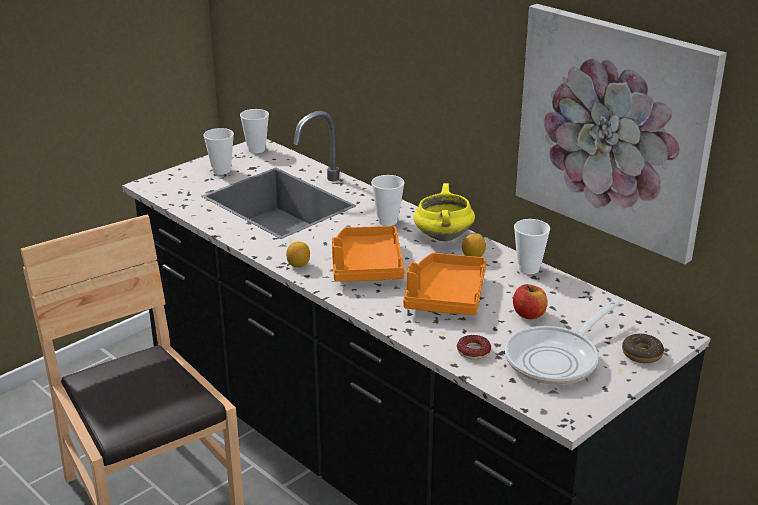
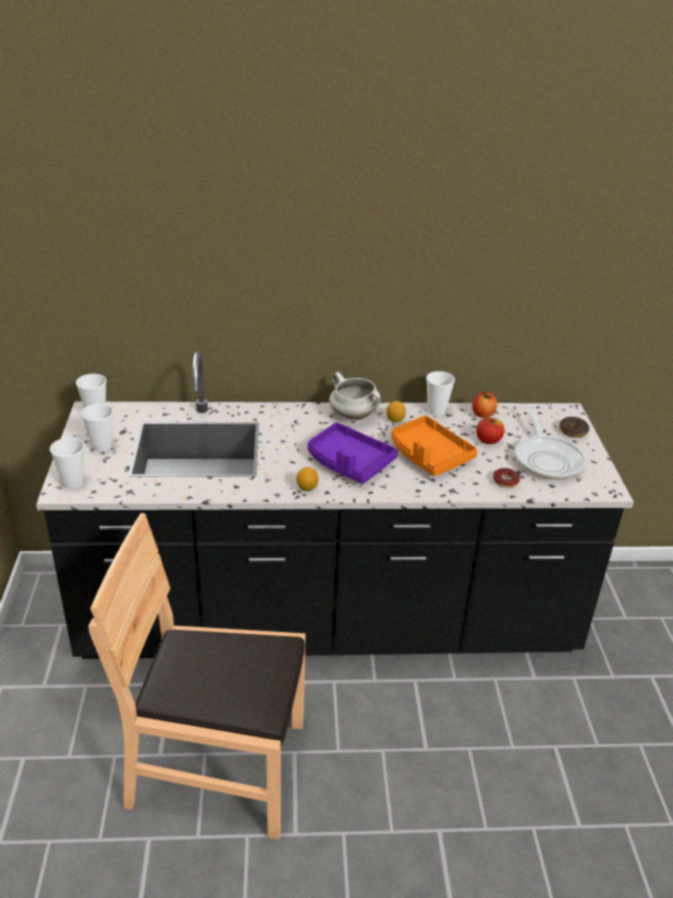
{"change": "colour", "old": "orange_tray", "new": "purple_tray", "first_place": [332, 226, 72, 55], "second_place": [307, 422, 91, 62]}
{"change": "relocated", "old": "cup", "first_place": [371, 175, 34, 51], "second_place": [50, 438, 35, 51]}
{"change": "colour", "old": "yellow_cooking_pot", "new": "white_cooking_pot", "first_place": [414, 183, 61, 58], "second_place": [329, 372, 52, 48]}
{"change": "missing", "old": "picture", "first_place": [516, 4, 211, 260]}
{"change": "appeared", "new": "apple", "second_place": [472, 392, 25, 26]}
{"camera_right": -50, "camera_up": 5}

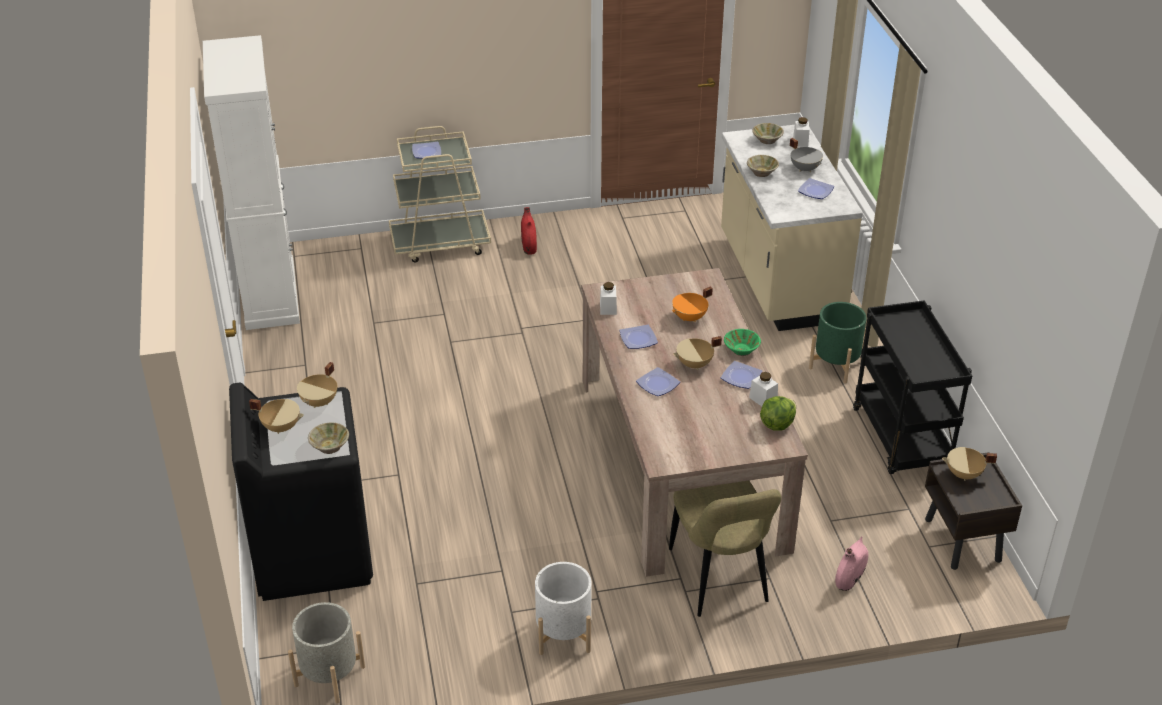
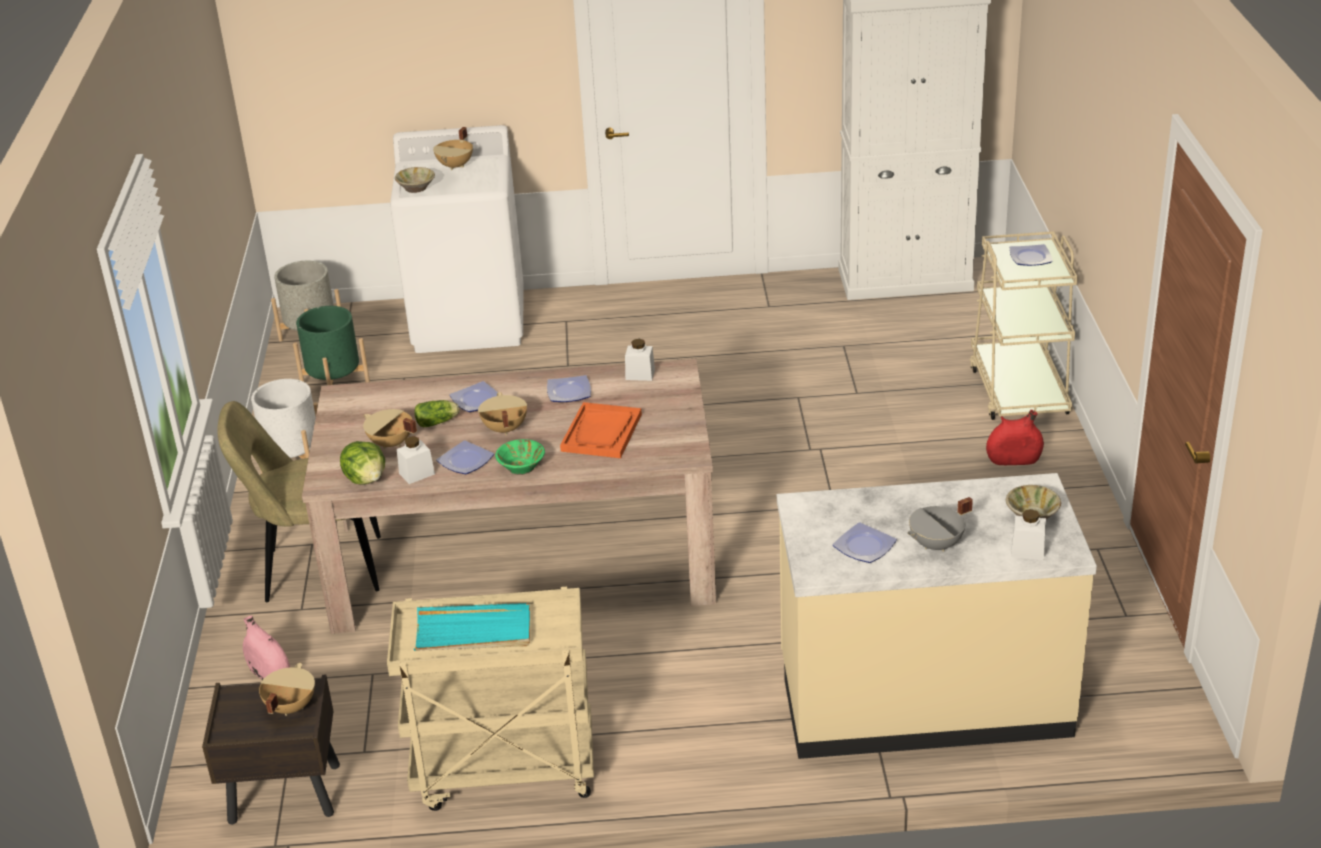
{"change": "colour", "old": "black_washing_machine", "new": "white_washing_machine", "first_place": [229, 383, 144, 218], "second_place": [390, 125, 133, 228]}
{"change": "relocated", "old": "beige_cooking_pot", "first_place": [297, 362, 40, 46], "second_place": [363, 409, 54, 40]}
{"change": "exchanged", "old": "orange_cooking_pot", "new": "orange_tray", "first_place": [672, 286, 41, 36], "second_place": [560, 402, 82, 56]}
{"change": "missing", "old": "beige_bowl", "first_place": [747, 155, 32, 22]}
{"change": "relocated", "old": "green_planter", "first_place": [809, 302, 58, 81], "second_place": [293, 306, 77, 79]}
{"change": "colour", "old": "black_cart", "new": "beige_cart", "first_place": [853, 301, 119, 173], "second_place": [387, 587, 207, 224]}
{"change": "appeared", "new": "lettuce", "second_place": [414, 400, 45, 27]}
{"change": "appeared", "new": "turquoise_tray", "second_place": [414, 603, 116, 48]}
{"camera_right": 100, "camera_up": -5}

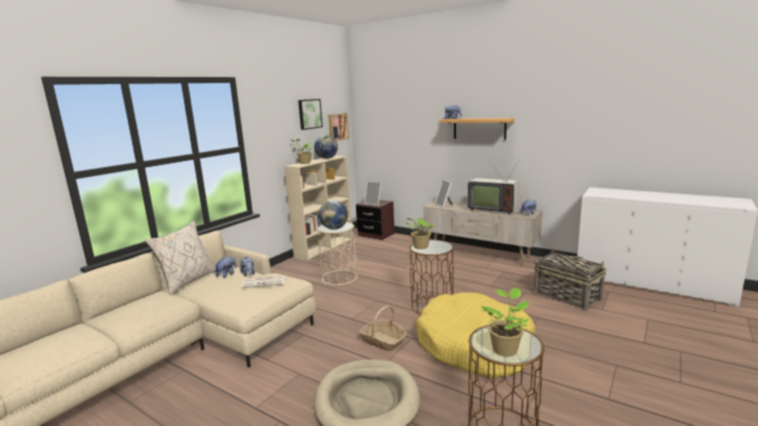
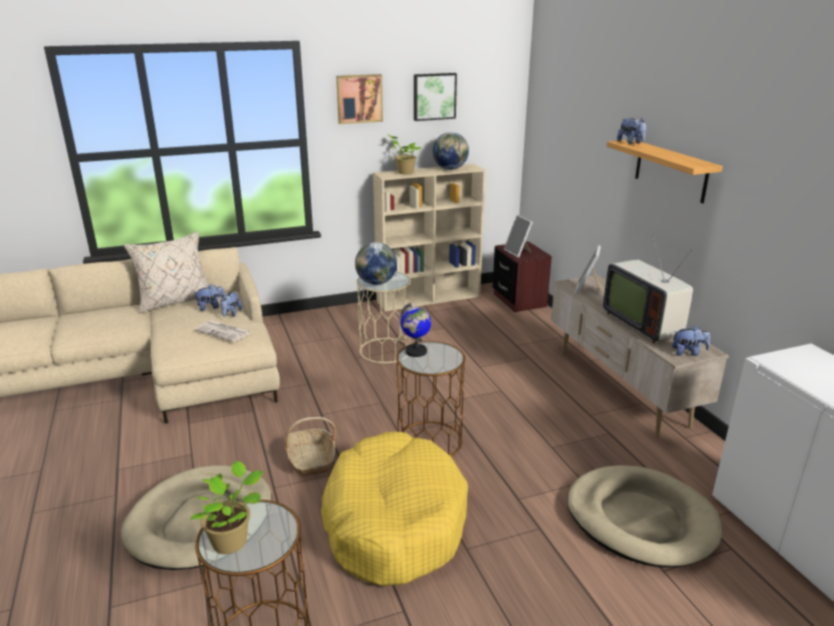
{"change": "relocated", "old": "picture", "first_place": [328, 113, 21, 28], "second_place": [336, 74, 47, 50]}
{"change": "exchanged", "old": "potted_plant", "new": "globe", "first_place": [404, 218, 31, 31], "second_place": [400, 303, 31, 54]}
{"change": "exchanged", "old": "basket", "new": "beige_dog_bed", "first_place": [534, 248, 73, 63], "second_place": [567, 465, 155, 102]}
{"camera_right": 35, "camera_up": 10}

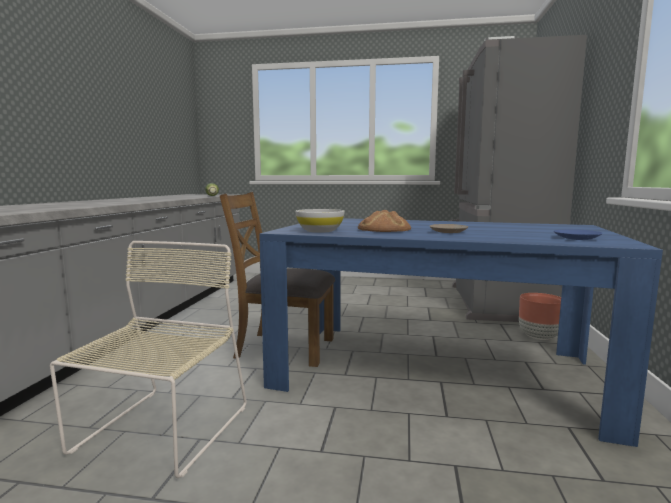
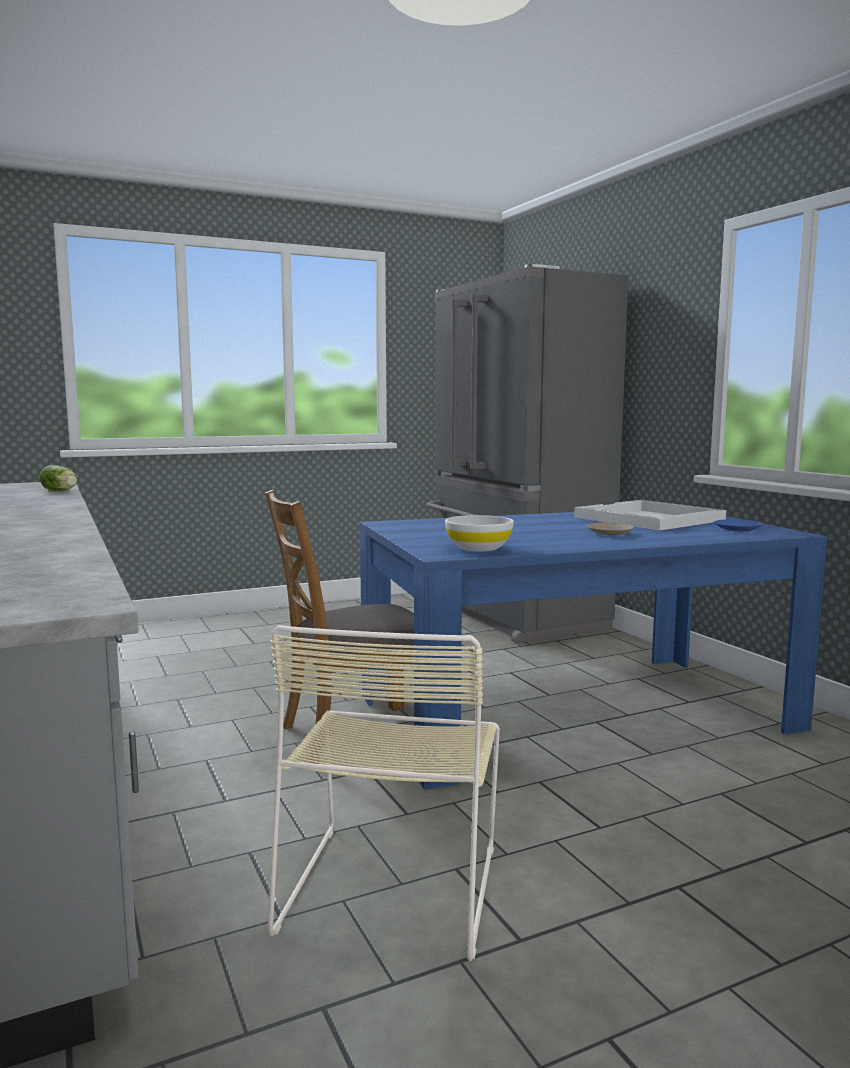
{"change": "spun", "old": "beige_chair", "first_place": [50, 241, 197, 237], "second_place": [268, 625, 232, 336], "degrees": -150}
{"change": "missing", "old": "bread", "first_place": [358, 210, 53, 22]}
{"change": "missing", "old": "brown_planter", "first_place": [519, 293, 42, 47]}
{"change": "appeared", "new": "white_tray", "second_place": [574, 500, 152, 31]}
{"camera_right": -35, "camera_up": 0}

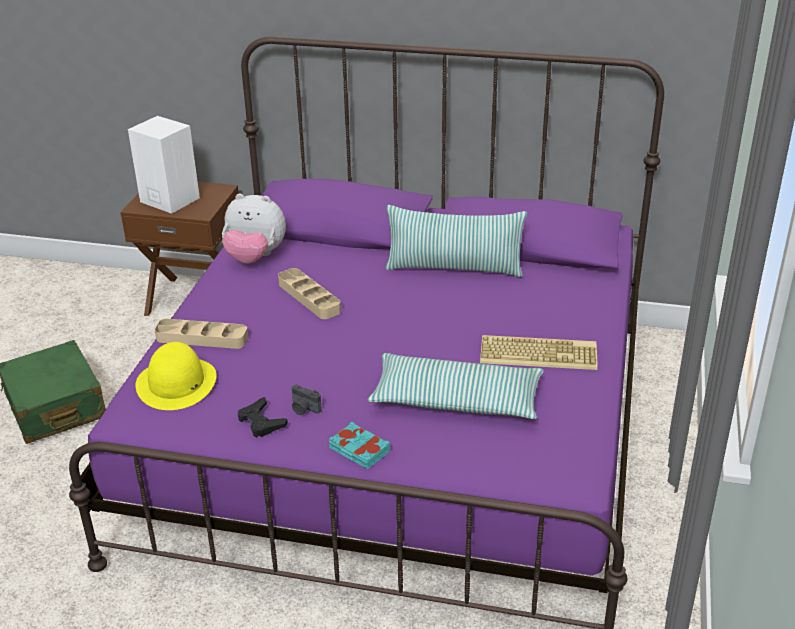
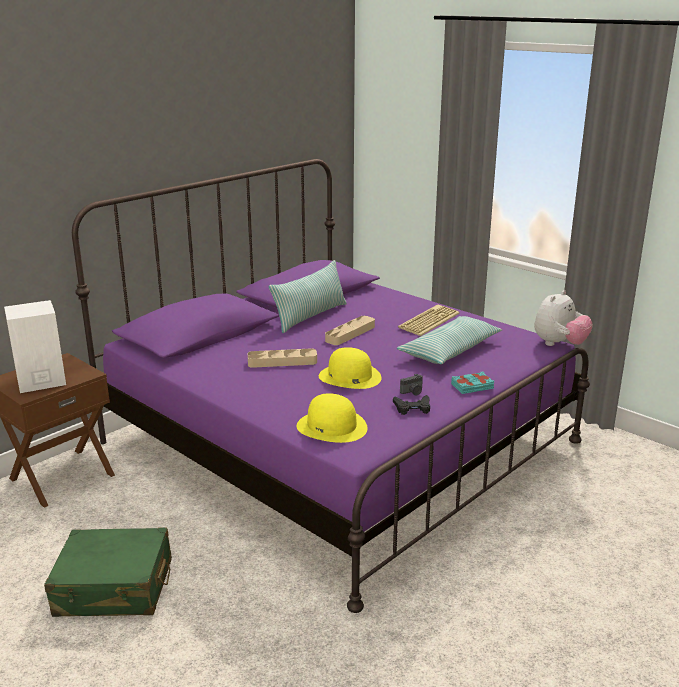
{"change": "relocated", "old": "beige_tray", "first_place": [155, 319, 93, 30], "second_place": [325, 316, 50, 29]}
{"change": "relocated", "old": "plush_toy", "first_place": [222, 194, 64, 70], "second_place": [534, 290, 59, 56]}
{"change": "appeared", "new": "yellow_hat", "second_place": [319, 347, 63, 42]}
{"camera_right": -60, "camera_up": -10}

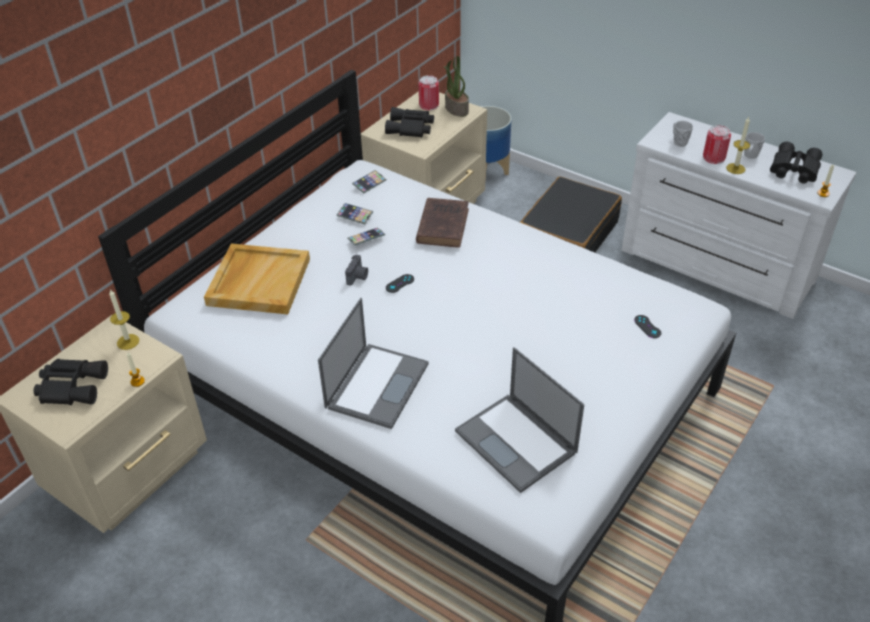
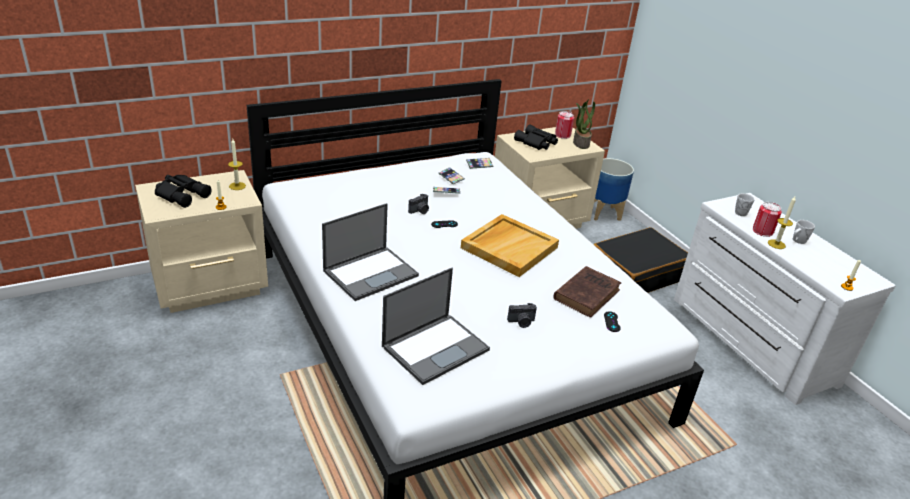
{"change": "relocated", "old": "beige_tray", "first_place": [204, 244, 106, 70], "second_place": [461, 214, 98, 63]}
{"change": "relocated", "old": "brown_book", "first_place": [416, 198, 53, 50], "second_place": [553, 266, 68, 52]}
{"change": "spun", "old": "laptop", "first_place": [455, 347, 129, 146], "second_place": [382, 268, 108, 117], "degrees": -120}
{"change": "missing", "old": "black_binoculars", "first_place": [770, 142, 53, 42]}
{"change": "appeared", "new": "photo_camera", "second_place": [507, 303, 30, 25]}
{"camera_right": 25, "camera_up": -10}

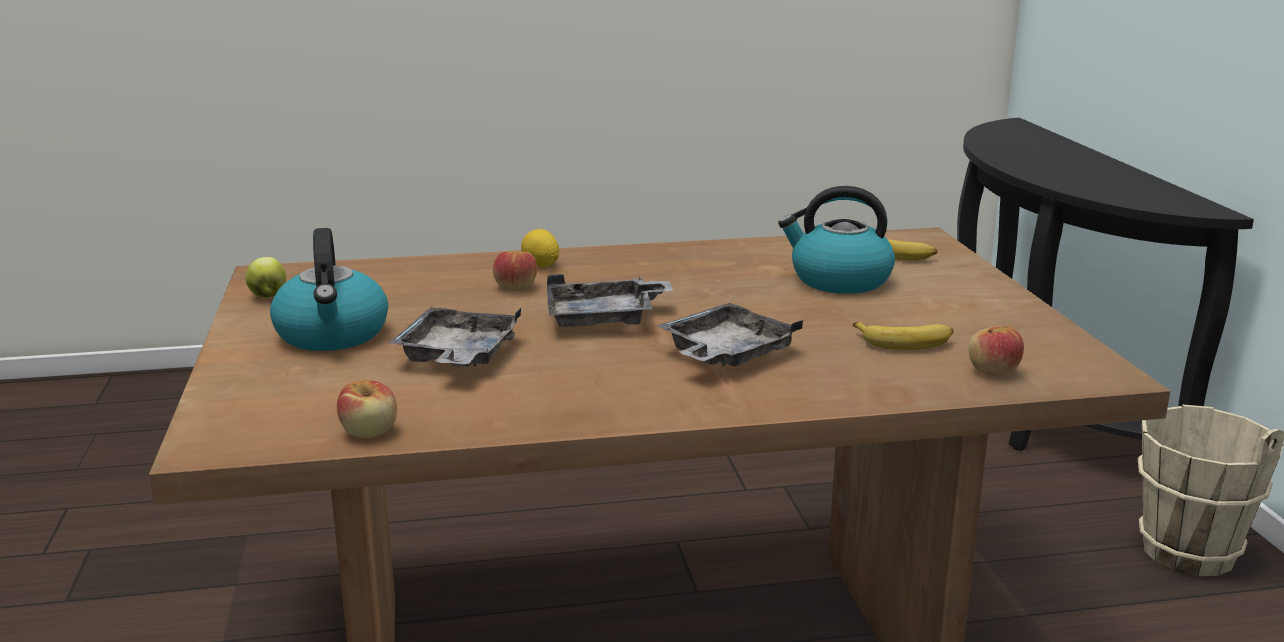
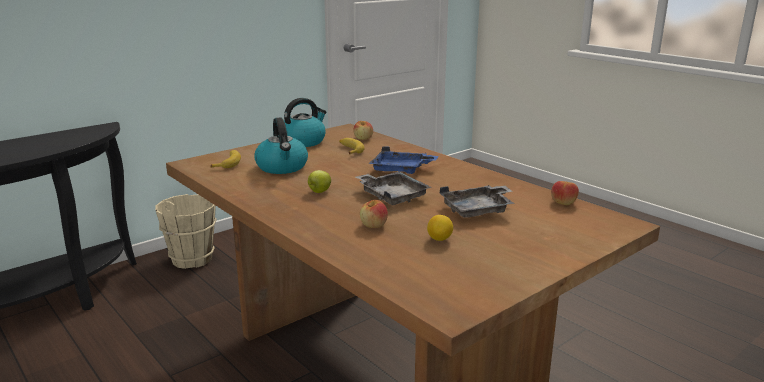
{"change": "relocated", "old": "apple", "first_place": [245, 257, 41, 41], "second_place": [308, 170, 23, 23]}
{"change": "relocated", "old": "kettle", "first_place": [270, 228, 118, 123], "second_place": [284, 98, 42, 49]}
{"change": "relocated", "old": "lemon", "first_place": [521, 229, 38, 38], "second_place": [427, 215, 26, 26]}
{"change": "colour", "old": "grey_tray", "new": "blue_tray", "first_place": [657, 303, 146, 63], "second_place": [369, 146, 70, 28]}
{"camera_right": -120, "camera_up": 0}

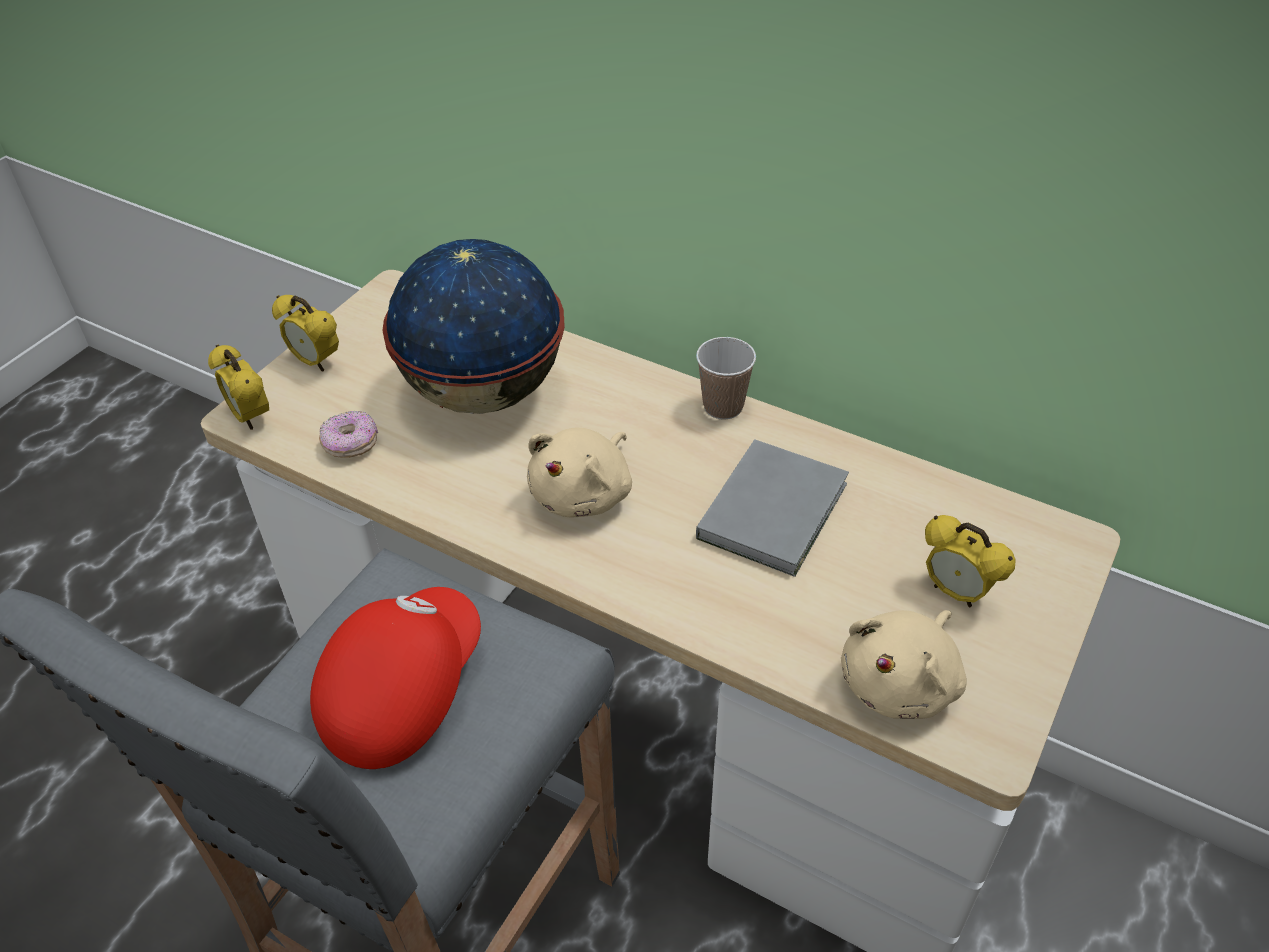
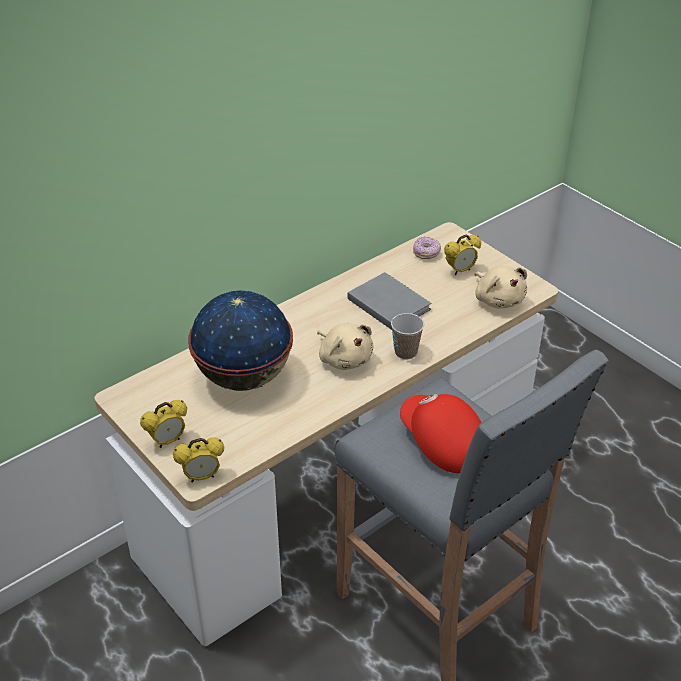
{"change": "relocated", "old": "donut", "first_place": [319, 411, 59, 47], "second_place": [413, 237, 28, 22]}
{"change": "relocated", "old": "cup", "first_place": [696, 337, 60, 83], "second_place": [391, 313, 33, 46]}
{"camera_right": -70, "camera_up": -5}

